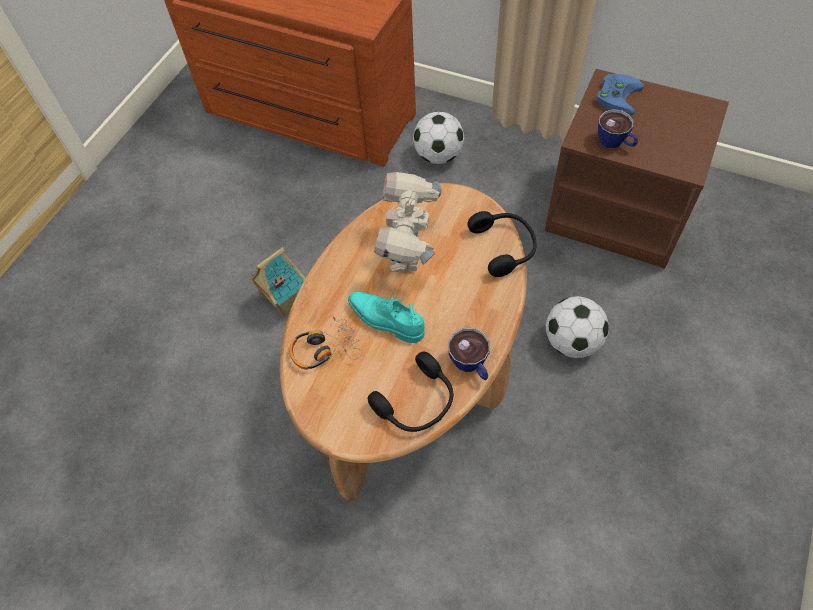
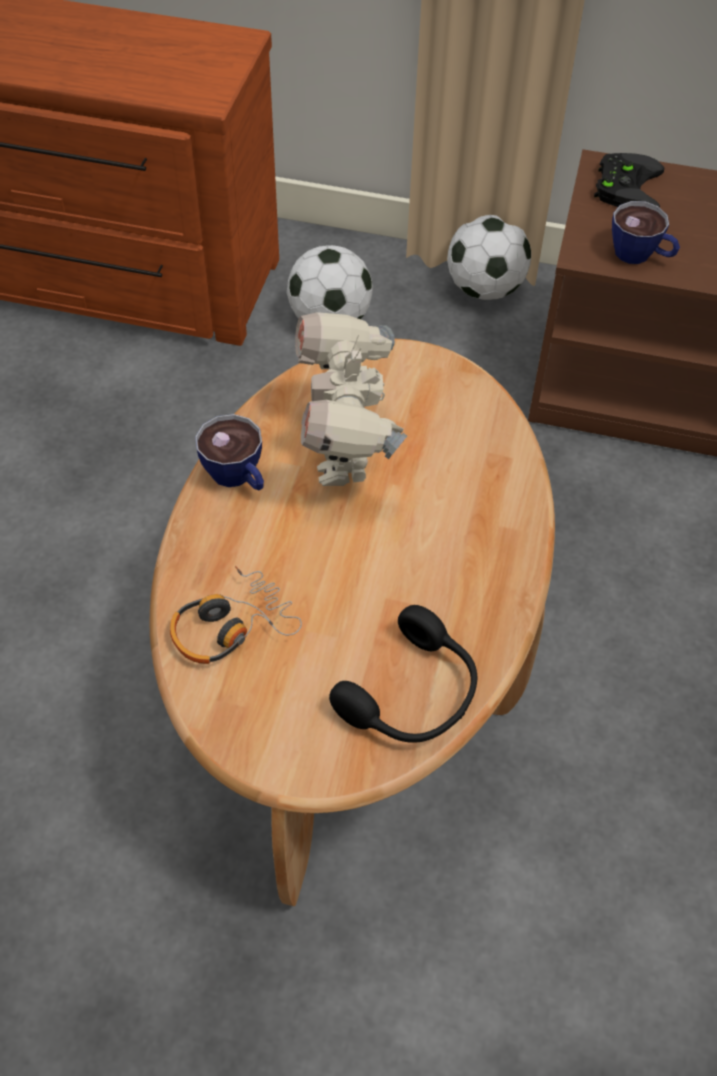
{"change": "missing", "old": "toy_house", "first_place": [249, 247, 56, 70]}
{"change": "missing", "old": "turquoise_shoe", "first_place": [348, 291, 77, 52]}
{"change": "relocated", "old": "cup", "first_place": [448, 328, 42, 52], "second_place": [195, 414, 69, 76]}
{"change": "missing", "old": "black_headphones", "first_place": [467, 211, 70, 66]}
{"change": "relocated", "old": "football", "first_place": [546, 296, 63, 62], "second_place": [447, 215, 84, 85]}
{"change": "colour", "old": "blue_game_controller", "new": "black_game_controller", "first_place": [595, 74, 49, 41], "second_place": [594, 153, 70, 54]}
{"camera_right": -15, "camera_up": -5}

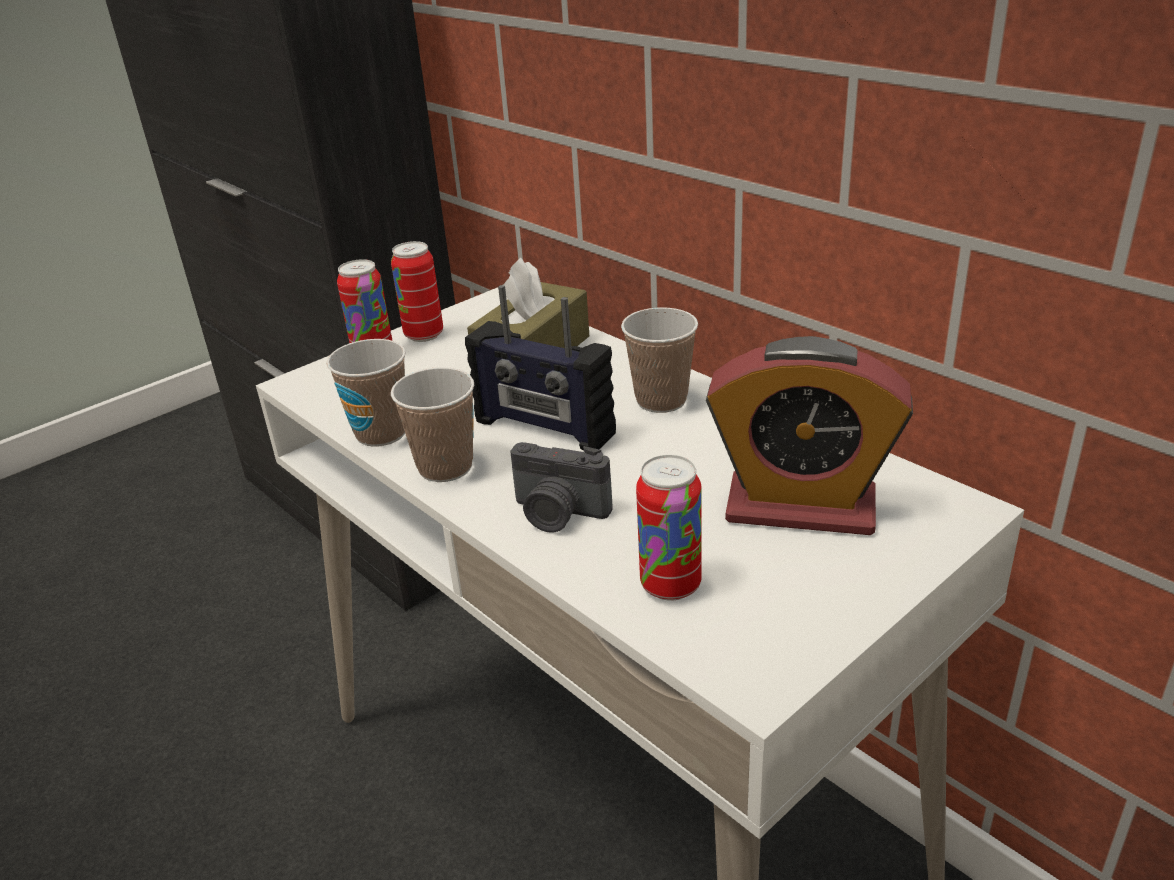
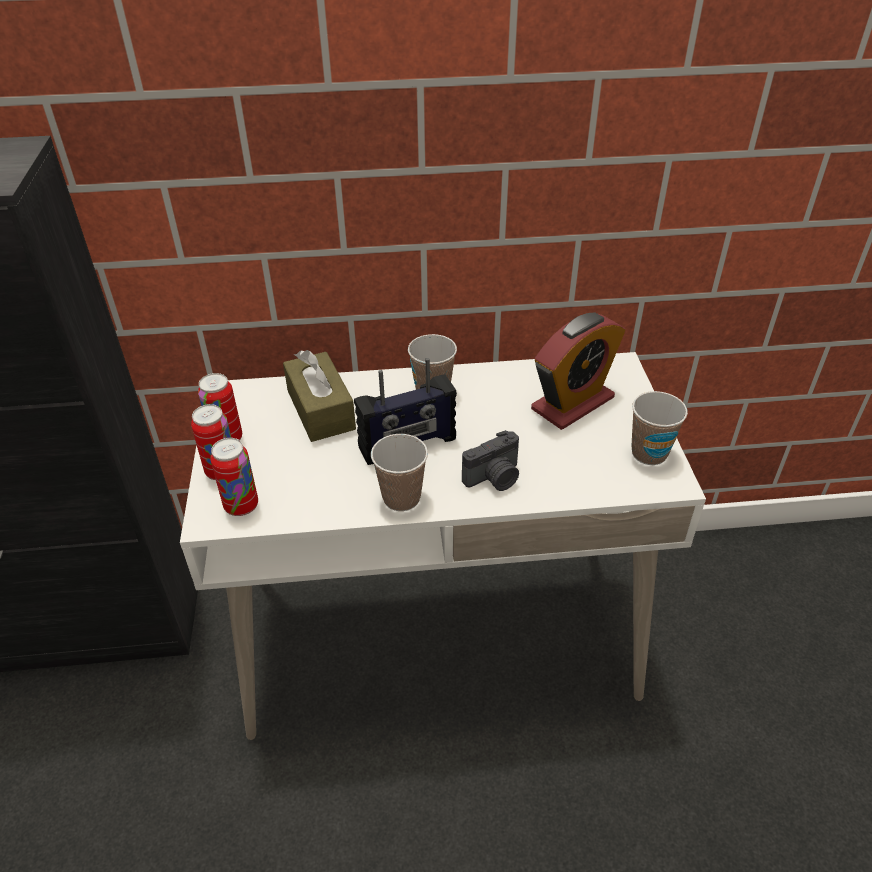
{"change": "relocated", "old": "cup", "first_place": [326, 339, 80, 108], "second_place": [631, 391, 57, 74]}
{"change": "relocated", "old": "can", "first_place": [636, 455, 66, 146], "second_place": [210, 438, 48, 78]}
{"camera_right": -55, "camera_up": 10}

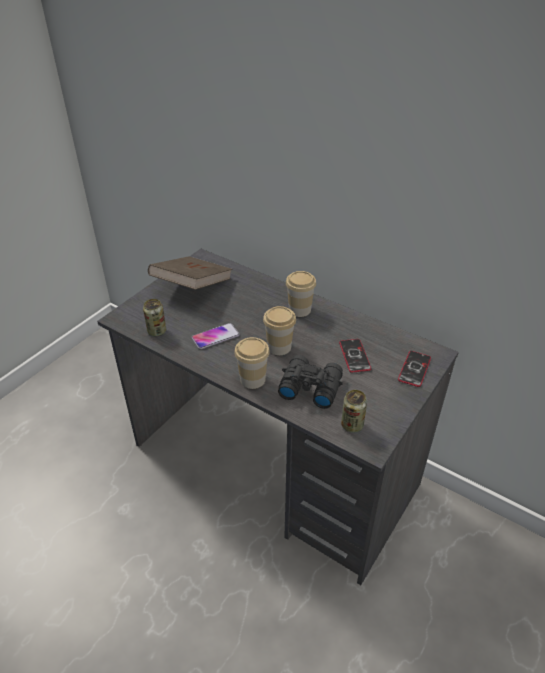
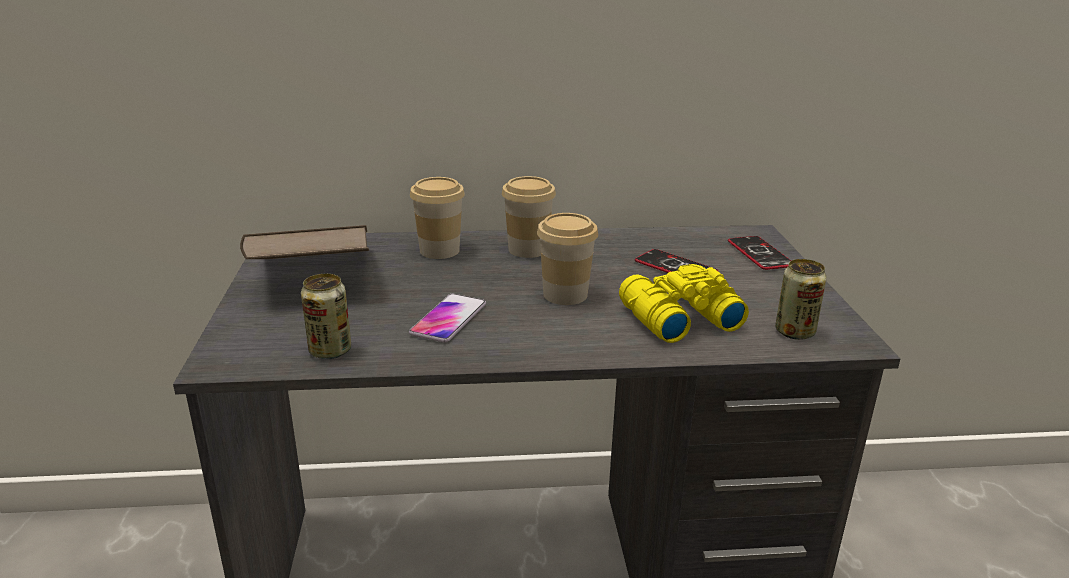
{"change": "relocated", "old": "cup", "first_place": [234, 337, 36, 52], "second_place": [410, 177, 55, 82]}
{"change": "colour", "old": "black_binoculars", "new": "yellow_binoculars", "first_place": [278, 355, 65, 54], "second_place": [619, 264, 130, 79]}
{"camera_right": -40, "camera_up": -15}

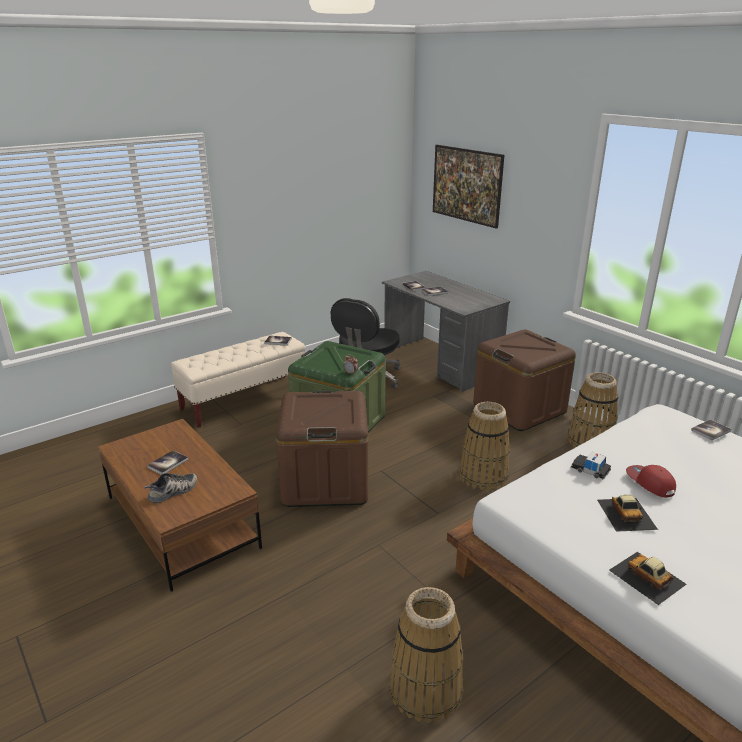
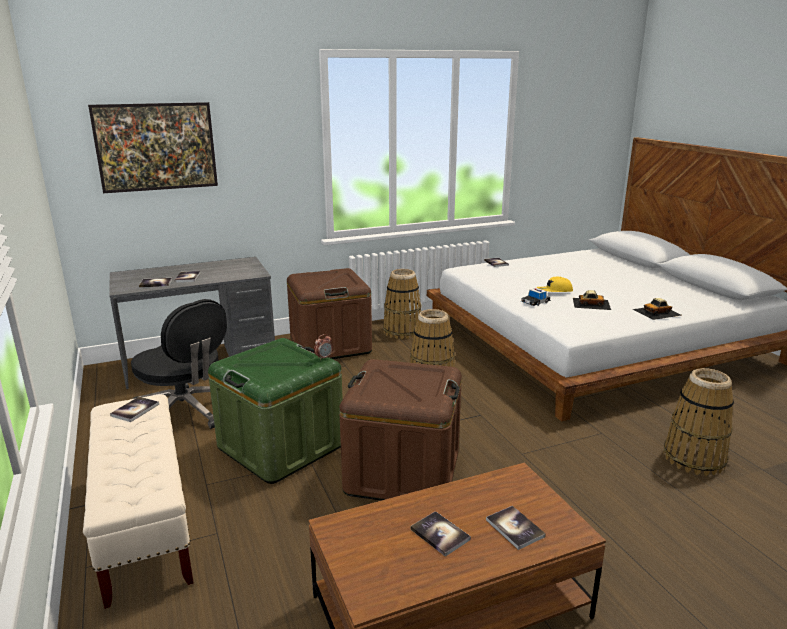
{"change": "exchanged", "old": "shoe", "new": "book", "first_place": [144, 473, 54, 30], "second_place": [486, 506, 60, 44]}
{"change": "colour", "old": "red_cap", "new": "yellow_cap", "first_place": [626, 465, 50, 33], "second_place": [537, 277, 36, 15]}
{"camera_right": -75, "camera_up": -5}

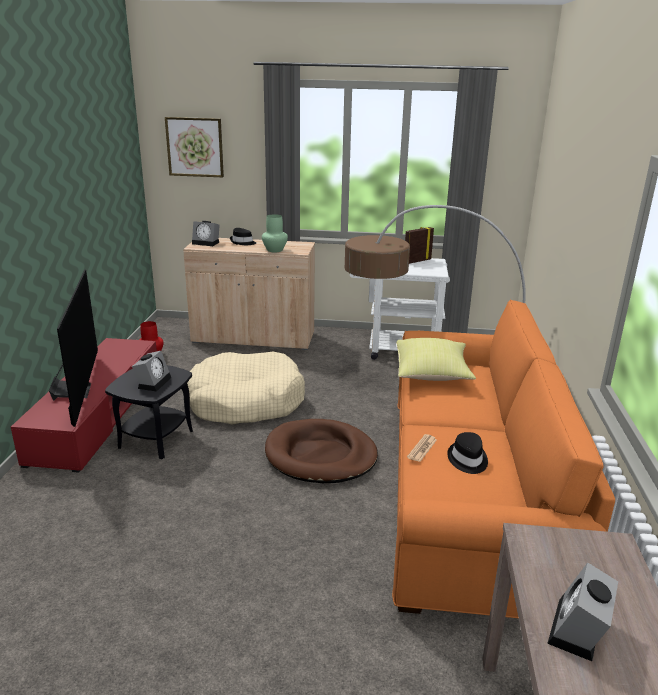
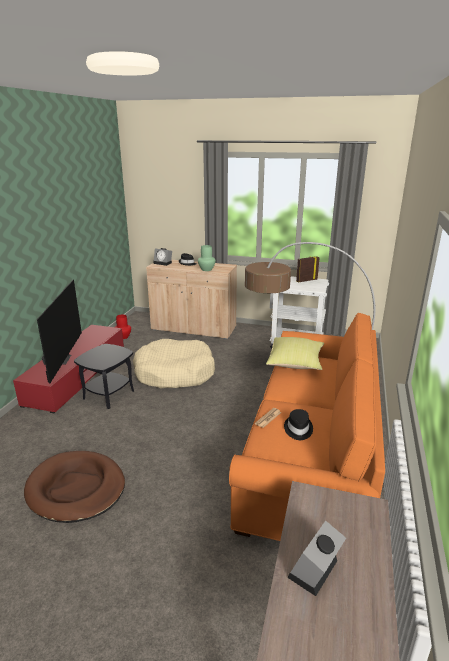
{"change": "missing", "old": "alarm_clock", "first_place": [132, 351, 39, 41]}
{"change": "missing", "old": "picture", "first_place": [165, 117, 59, 60]}
{"change": "relocated", "old": "brown_dog_bed", "first_place": [265, 419, 113, 64], "second_place": [24, 451, 101, 72]}
{"camera_right": 10, "camera_up": 0}

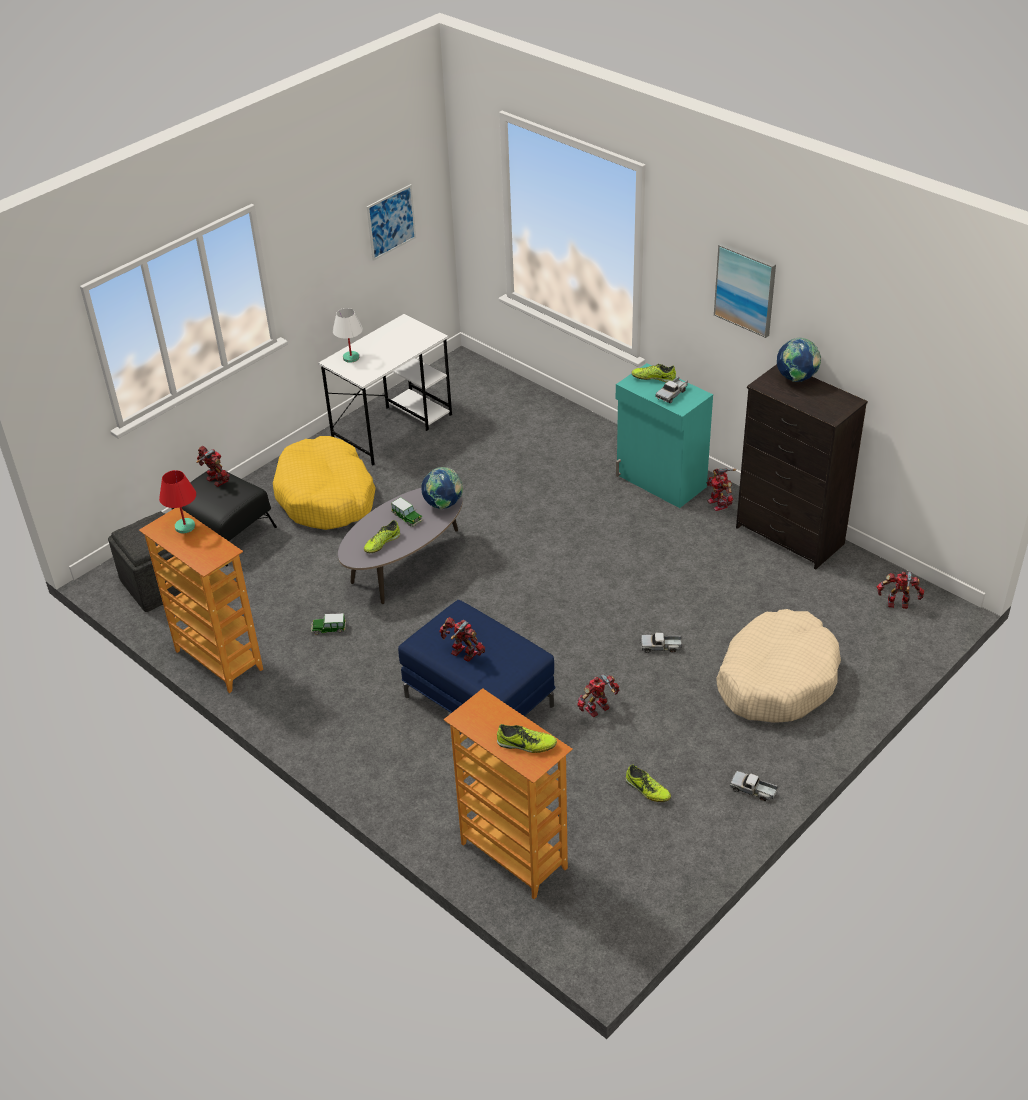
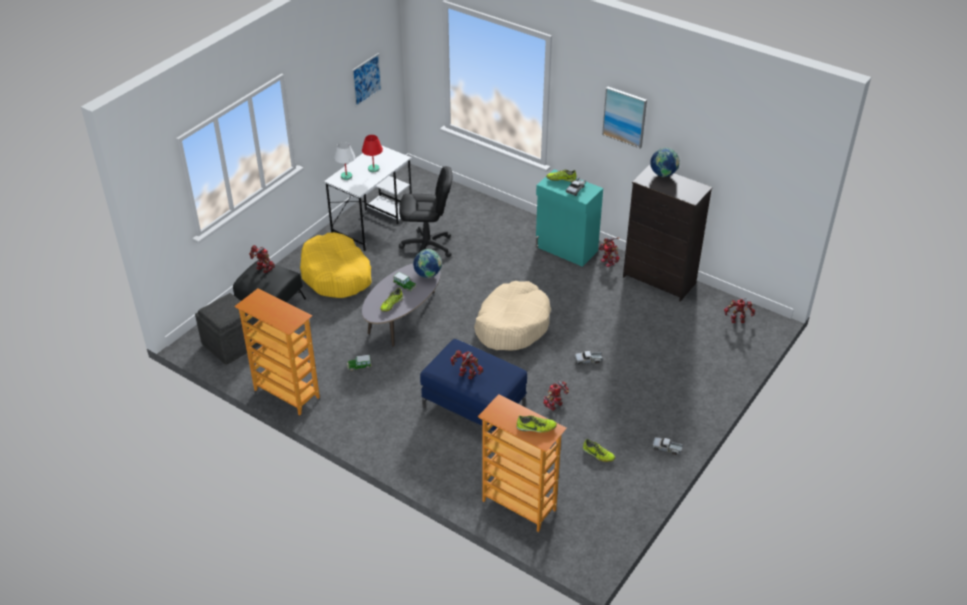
{"change": "relocated", "old": "red_table_lamp", "first_place": [159, 470, 37, 63], "second_place": [362, 135, 21, 37]}
{"change": "relocated", "old": "beige_dog_bed", "first_place": [716, 609, 125, 114], "second_place": [474, 281, 77, 70]}
{"change": "appeared", "new": "black_office_chair", "second_place": [399, 166, 53, 91]}
{"camera_right": -10, "camera_up": 0}

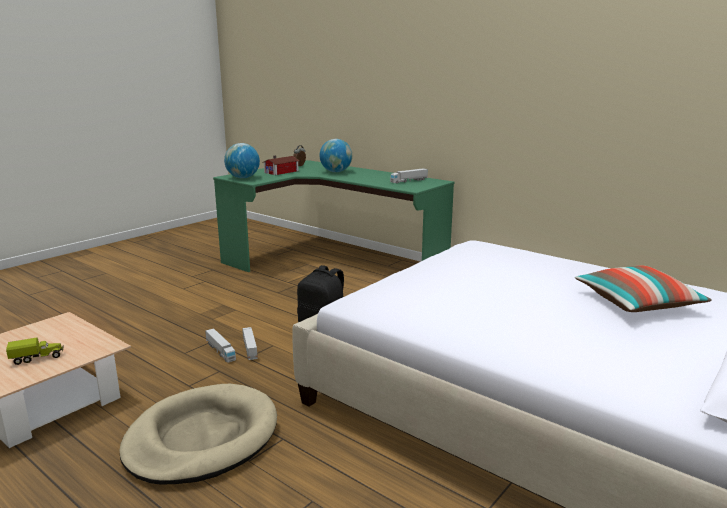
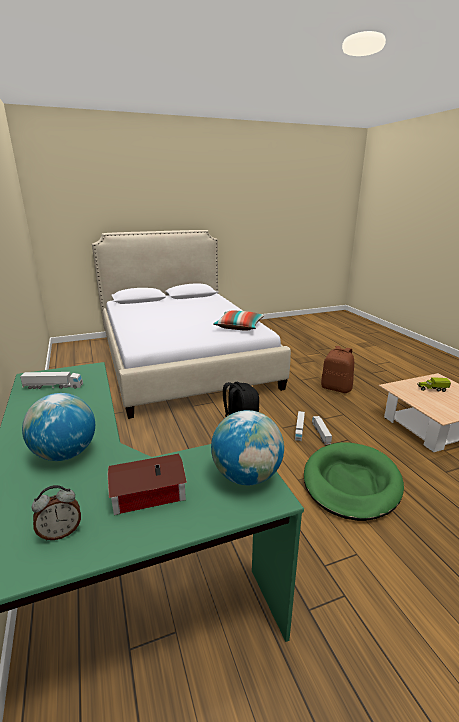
{"change": "exchanged", "old": "beige_dog_bed", "new": "brown_backpack", "first_place": [119, 384, 158, 101], "second_place": [321, 346, 33, 47]}
{"change": "relocated", "old": "pillow", "first_place": [575, 266, 137, 46], "second_place": [213, 310, 52, 21]}
{"change": "appeared", "new": "green_dog_bed", "second_place": [304, 442, 100, 79]}
{"camera_right": -150, "camera_up": 5}

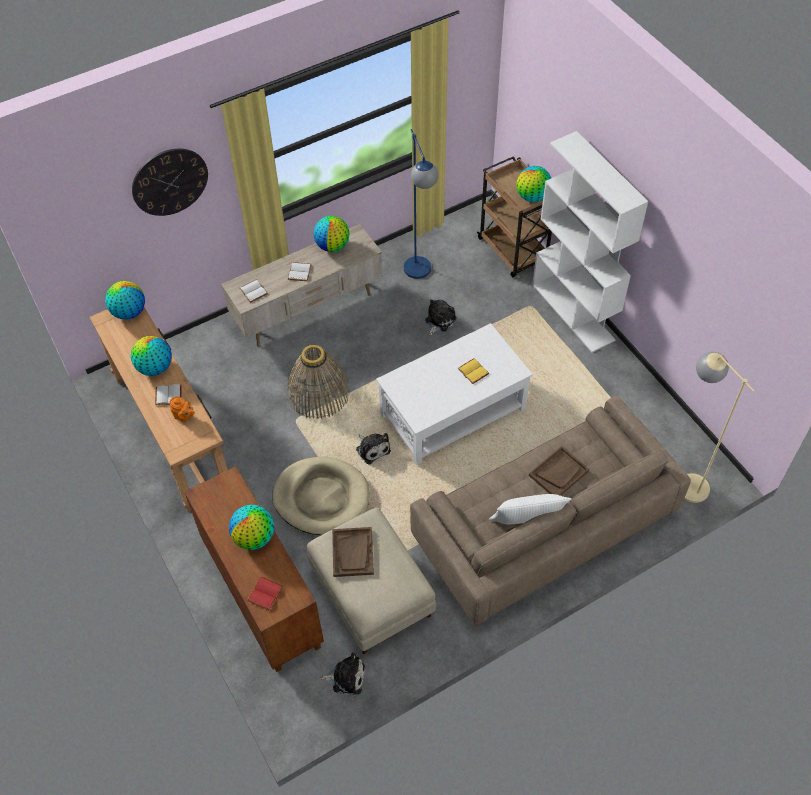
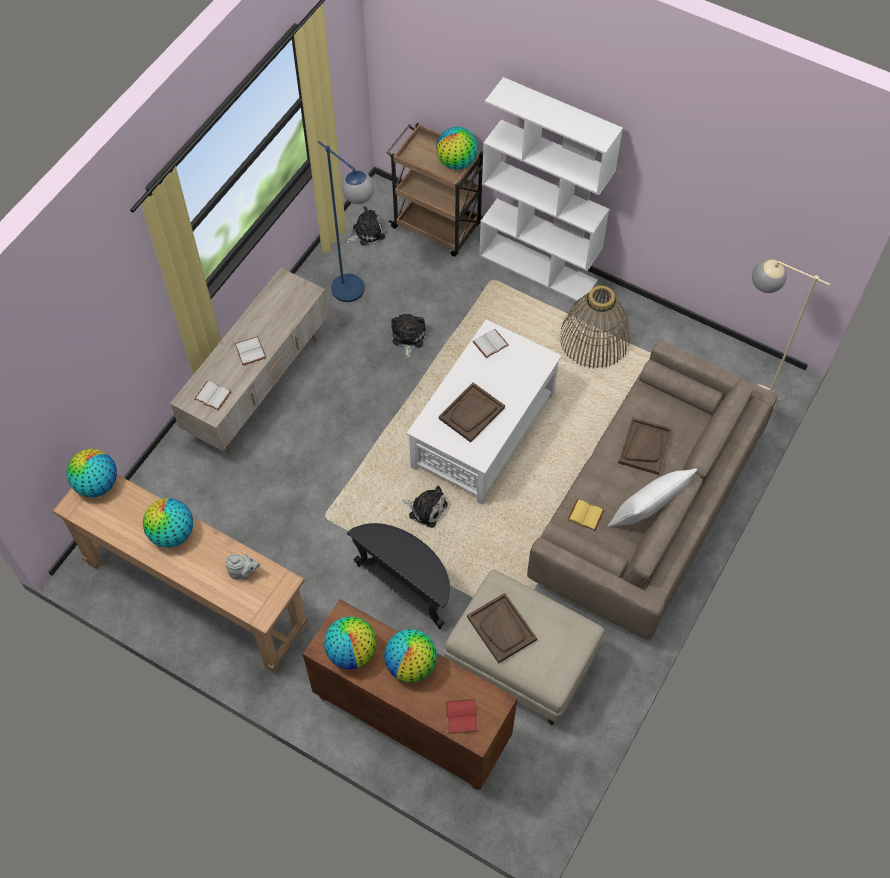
{"change": "missing", "old": "wall_clock", "first_place": [132, 149, 76, 67]}
{"change": "relocated", "old": "white_book", "first_place": [155, 384, 27, 21], "second_place": [472, 329, 37, 29]}
{"change": "colour", "old": "orange_teapot", "new": "grey_teapot", "first_place": [169, 397, 26, 25], "second_place": [225, 554, 35, 26]}
{"change": "exchanged", "old": "beige_dog_bed", "new": "black_side_table", "first_place": [272, 457, 97, 78], "second_place": [347, 523, 103, 106]}
{"change": "relocated", "old": "basket", "first_place": [287, 345, 63, 74], "second_place": [560, 285, 70, 84]}
{"change": "relocated", "old": "globe", "first_place": [314, 216, 35, 36], "second_place": [324, 617, 53, 52]}
{"change": "relocated", "old": "plush_toy", "first_place": [320, 652, 45, 43], "second_place": [346, 206, 39, 40]}
{"change": "relocated", "old": "yellow_book", "first_place": [457, 358, 32, 26], "second_place": [568, 499, 36, 32]}
{"change": "appeared", "new": "brown_tray", "second_place": [439, 383, 66, 60]}
{"camera_right": -30, "camera_up": 5}

